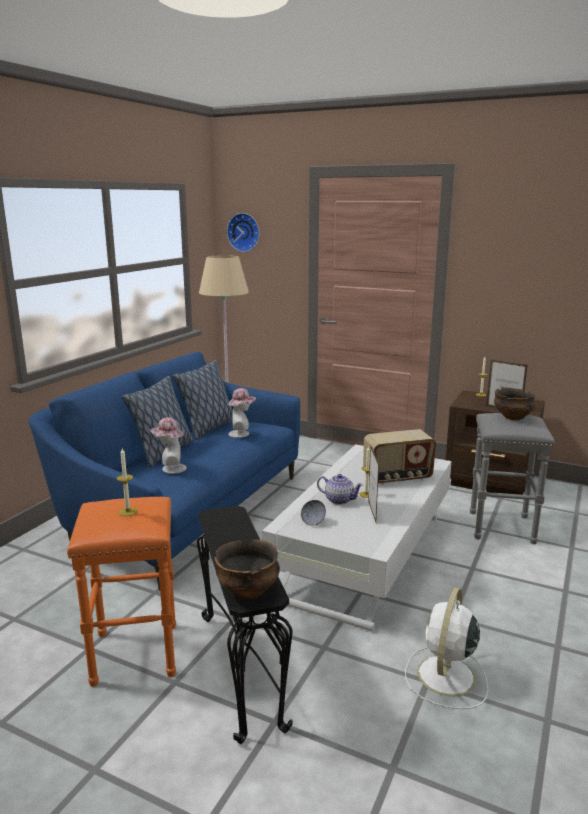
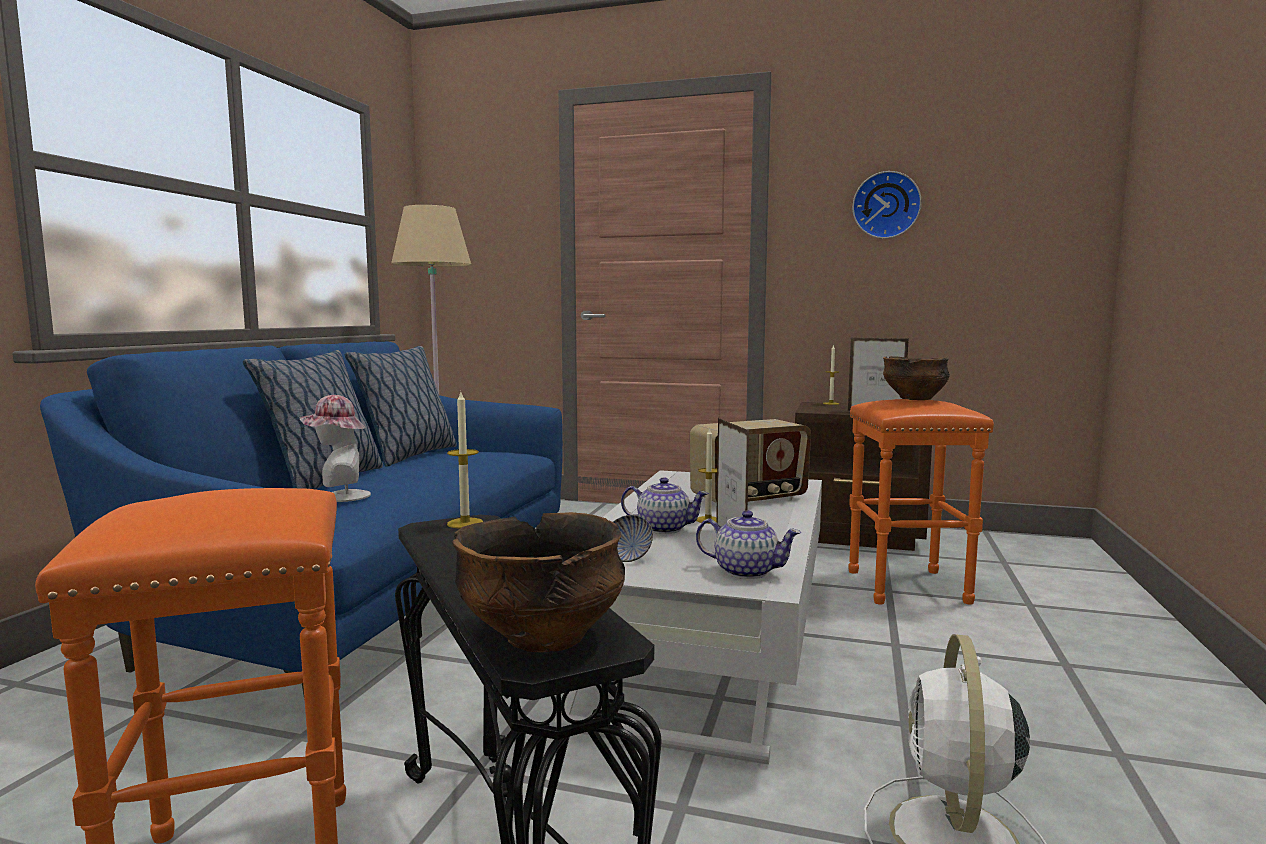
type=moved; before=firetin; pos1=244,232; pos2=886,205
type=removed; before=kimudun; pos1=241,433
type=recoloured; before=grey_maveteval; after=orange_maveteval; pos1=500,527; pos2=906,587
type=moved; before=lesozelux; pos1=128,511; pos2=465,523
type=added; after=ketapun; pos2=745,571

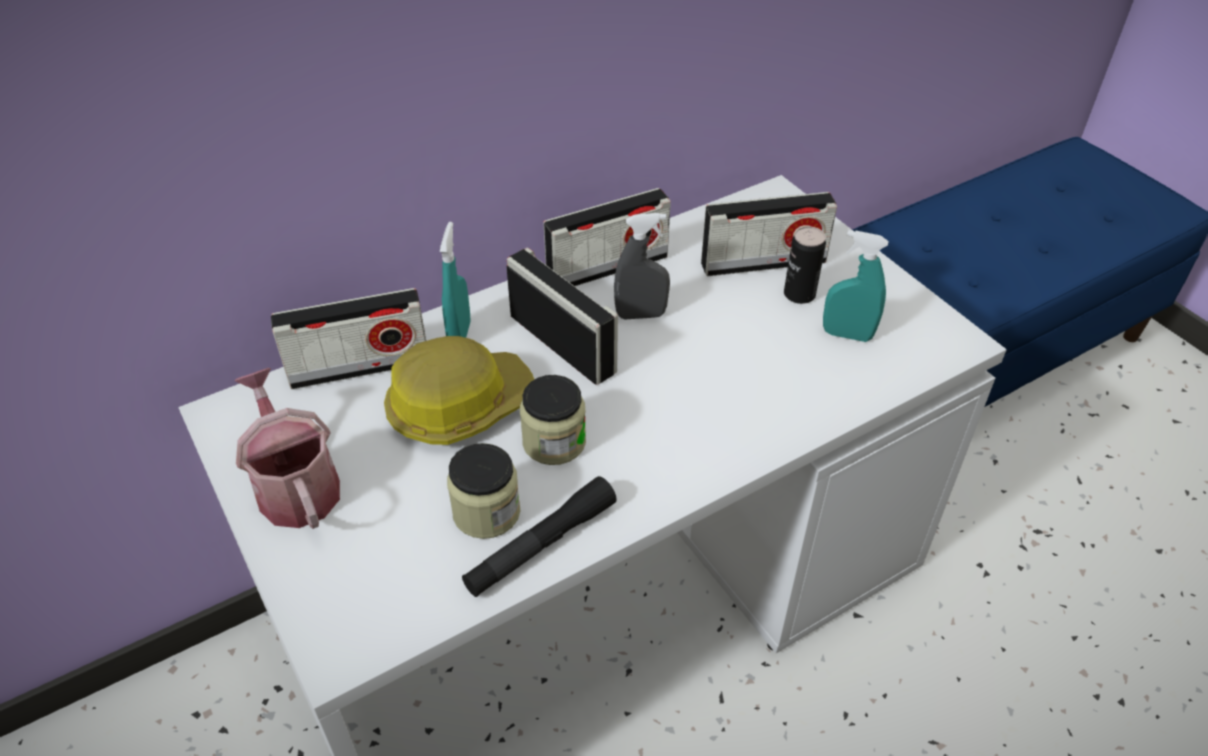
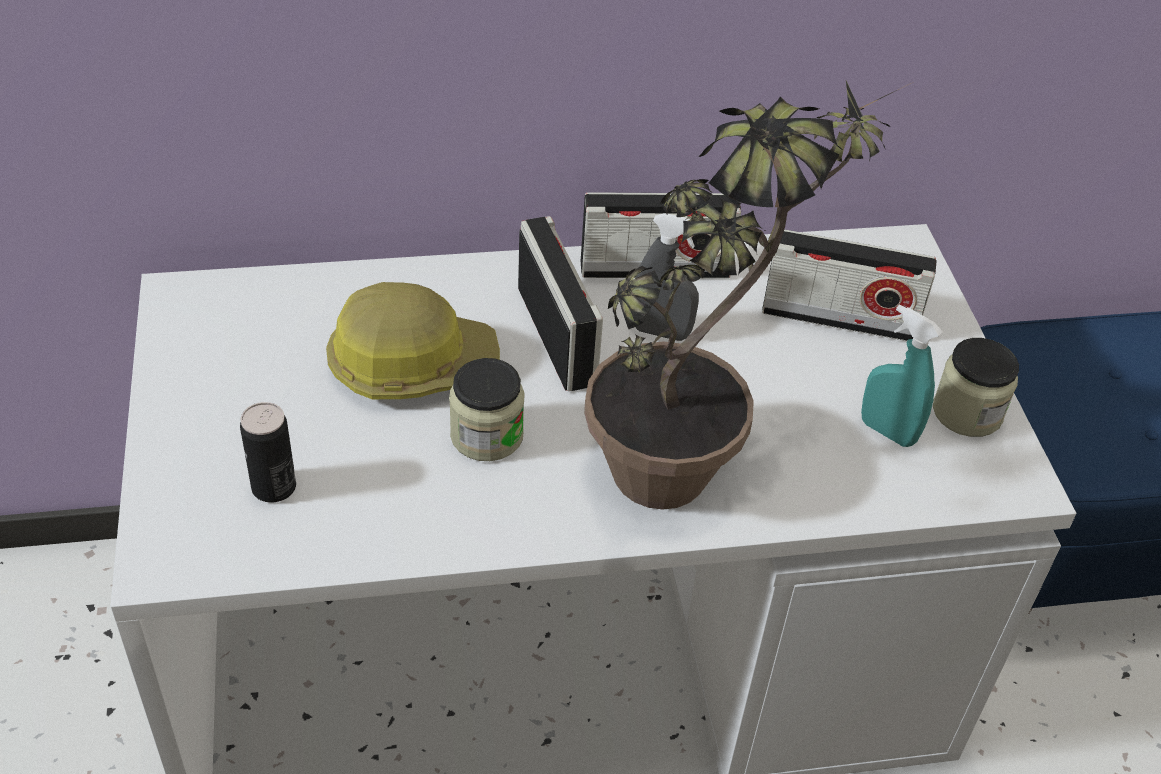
type=removed; before=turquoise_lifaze; pos1=459,335
type=moved; before=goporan; pos1=799,294; pos2=274,487
type=removed; before=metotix; pos1=359,367
type=removed; before=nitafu; pos1=295,485
type=moved; before=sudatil; pos1=486,512; pos2=967,412
type=removed; before=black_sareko; pos1=541,545
type=added; after=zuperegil; pos2=690,459

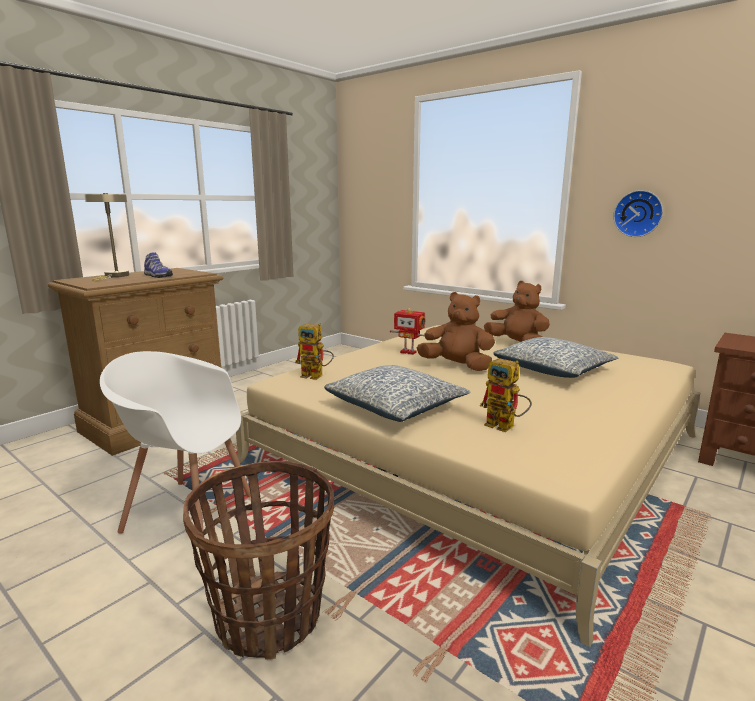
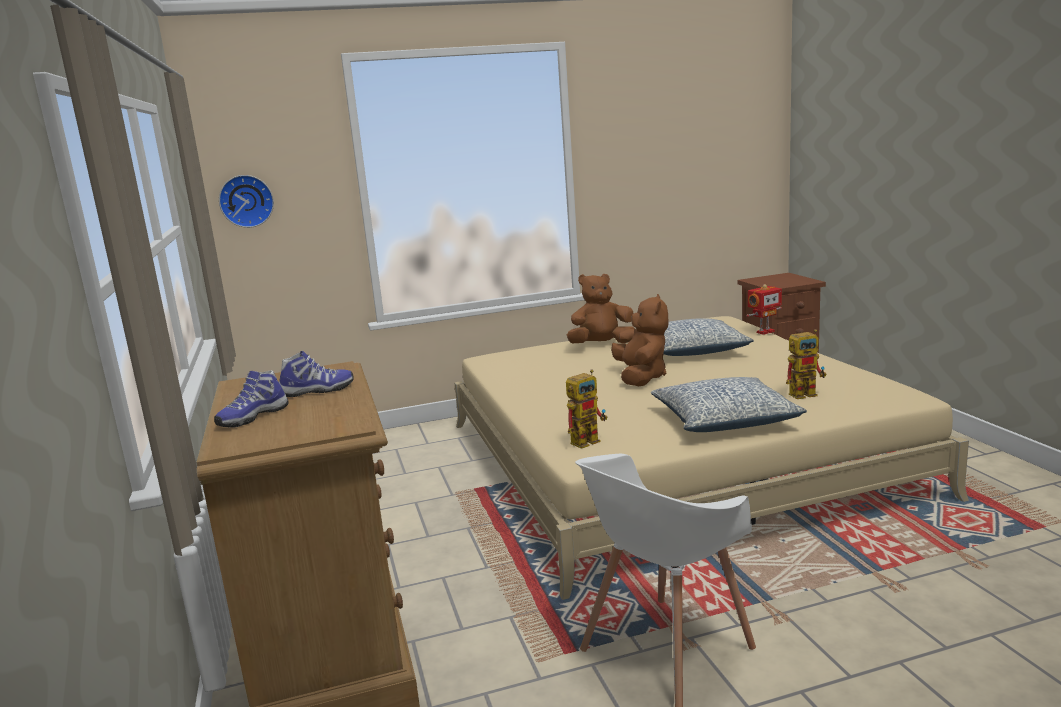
type=moved; before=firetin; pos1=638,213; pos2=246,201
type=replaced; before=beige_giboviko; after=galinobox; pos1=115,276; pos2=252,417
type=turned; before=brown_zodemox; pos1=457,366; pos2=641,377; turn=120
type=moved; before=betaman; pos1=408,352; pos2=764,332
type=removed; before=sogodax; pos1=269,616

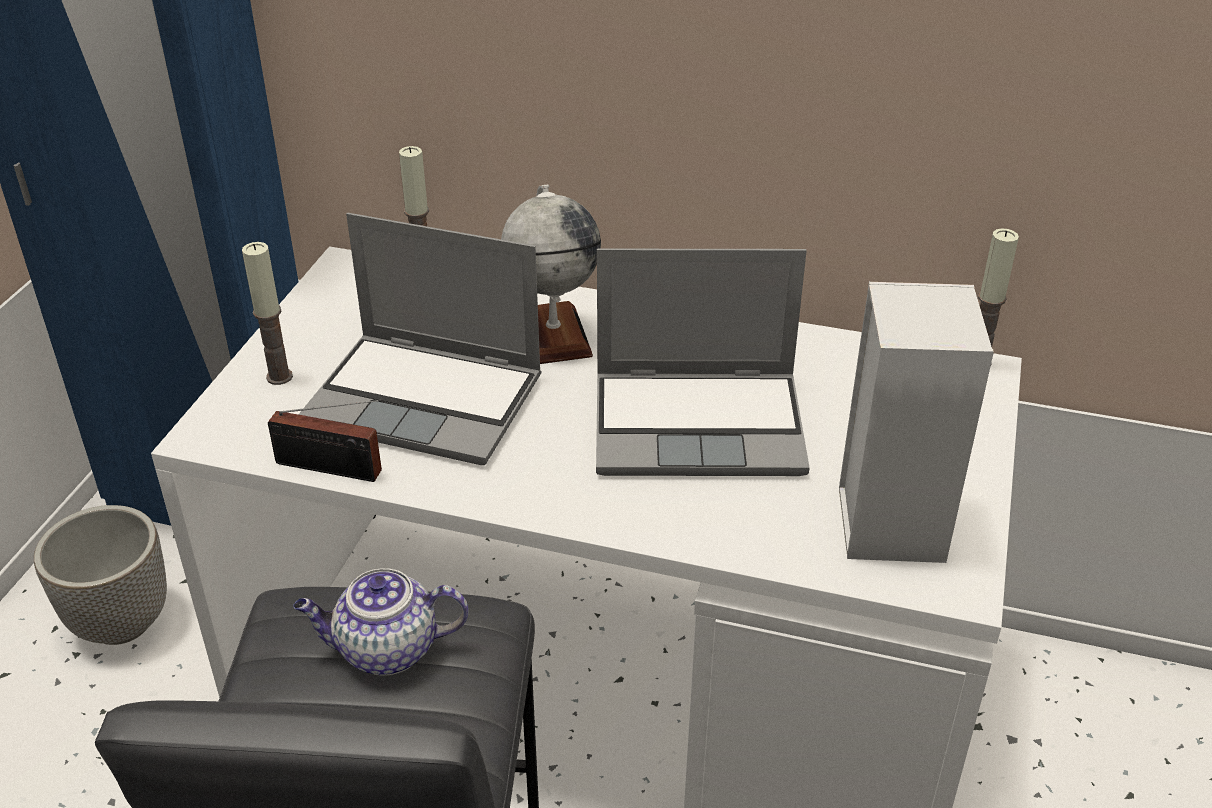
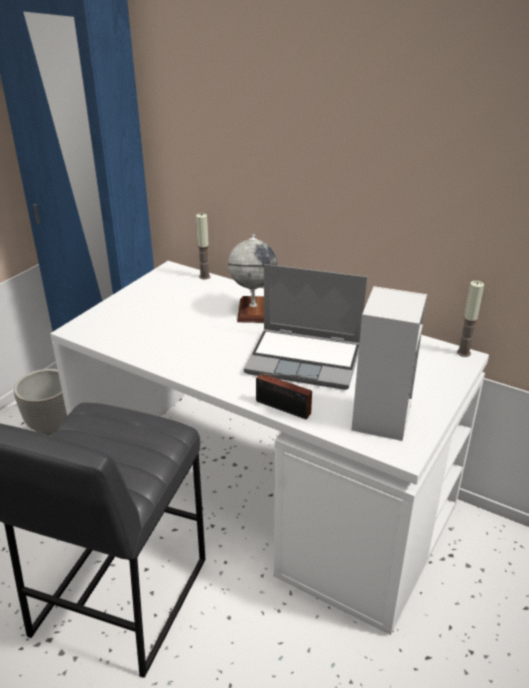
type=removed; before=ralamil; pos1=428,400
type=removed; before=lesozelux; pos1=279,377
type=moved; before=metotix; pos1=334,469; pos2=285,409
type=removed; before=ketapun; pos1=385,650

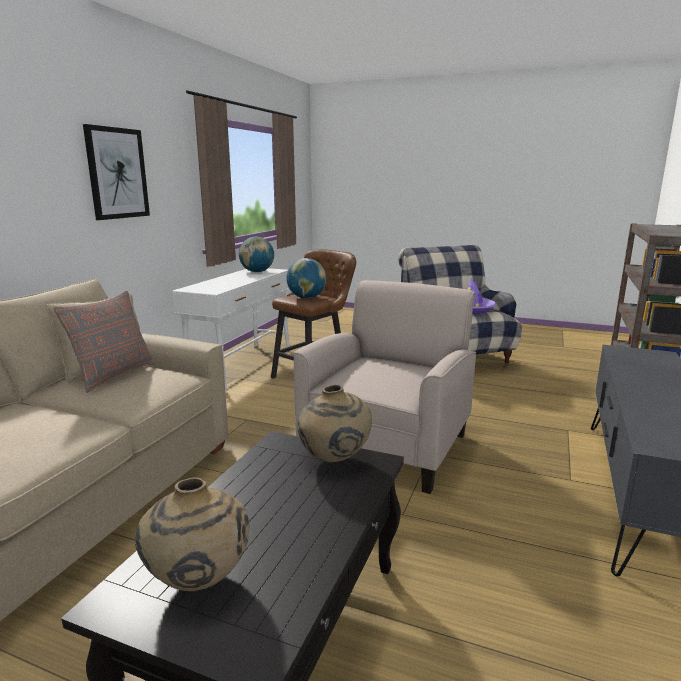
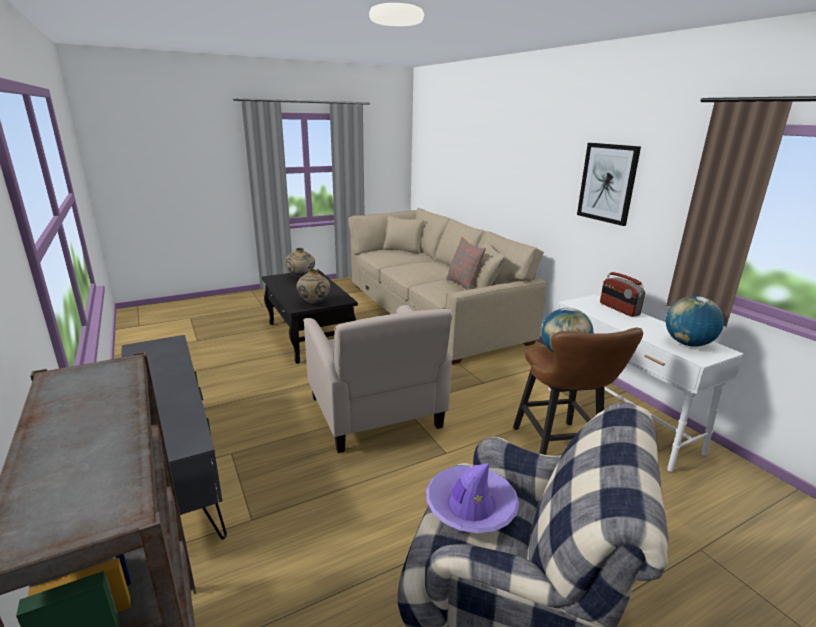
type=added; after=metotix; pos2=618,309

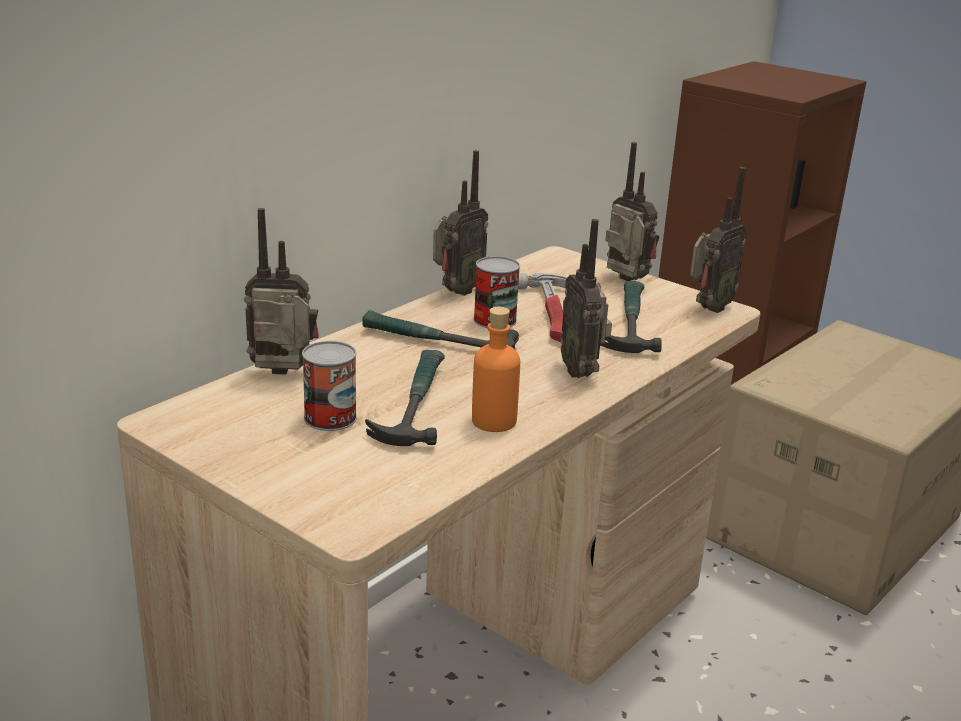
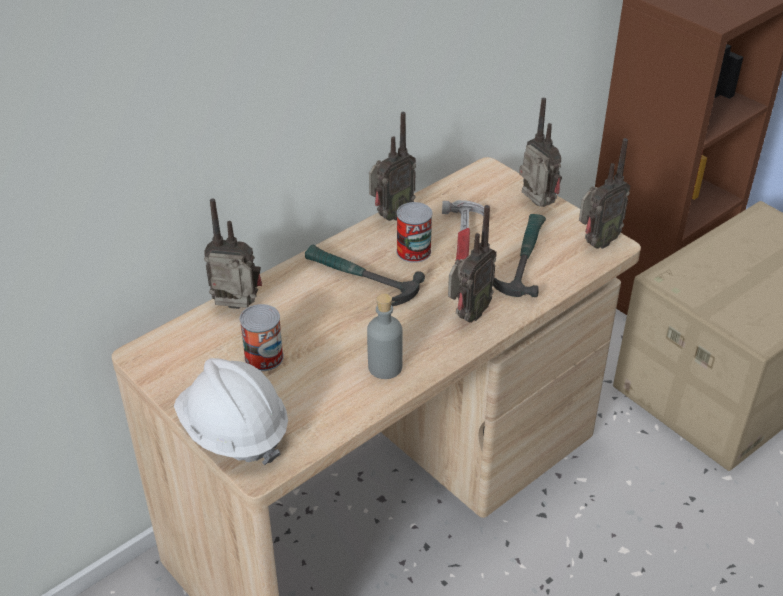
type=turned; before=metotix; pos1=581,371; pos2=467,315; turn=-135
type=recoloured; before=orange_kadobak; after=grey_kadobak; pos1=493,421; pos2=385,367
type=removed; before=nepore; pos1=413,405
type=added; after=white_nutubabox; pos2=234,431

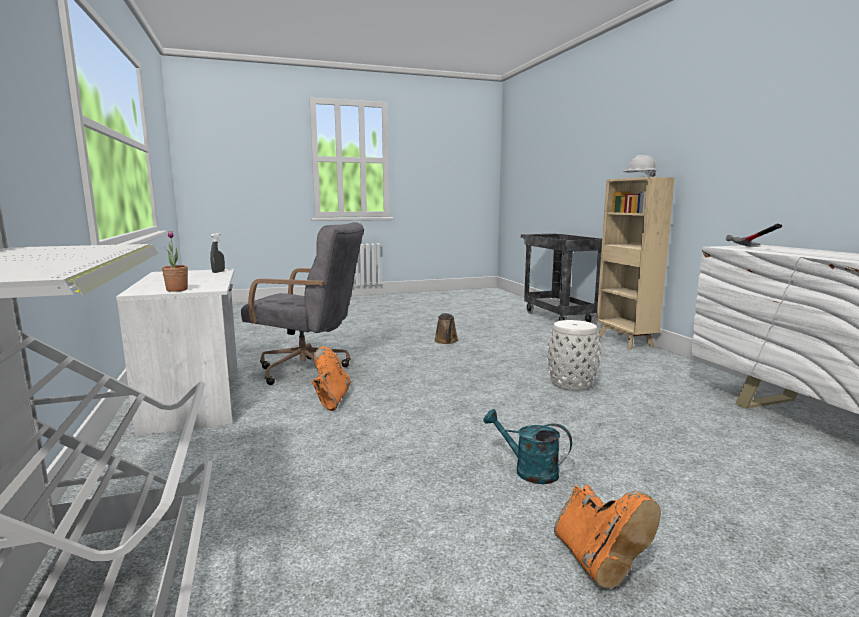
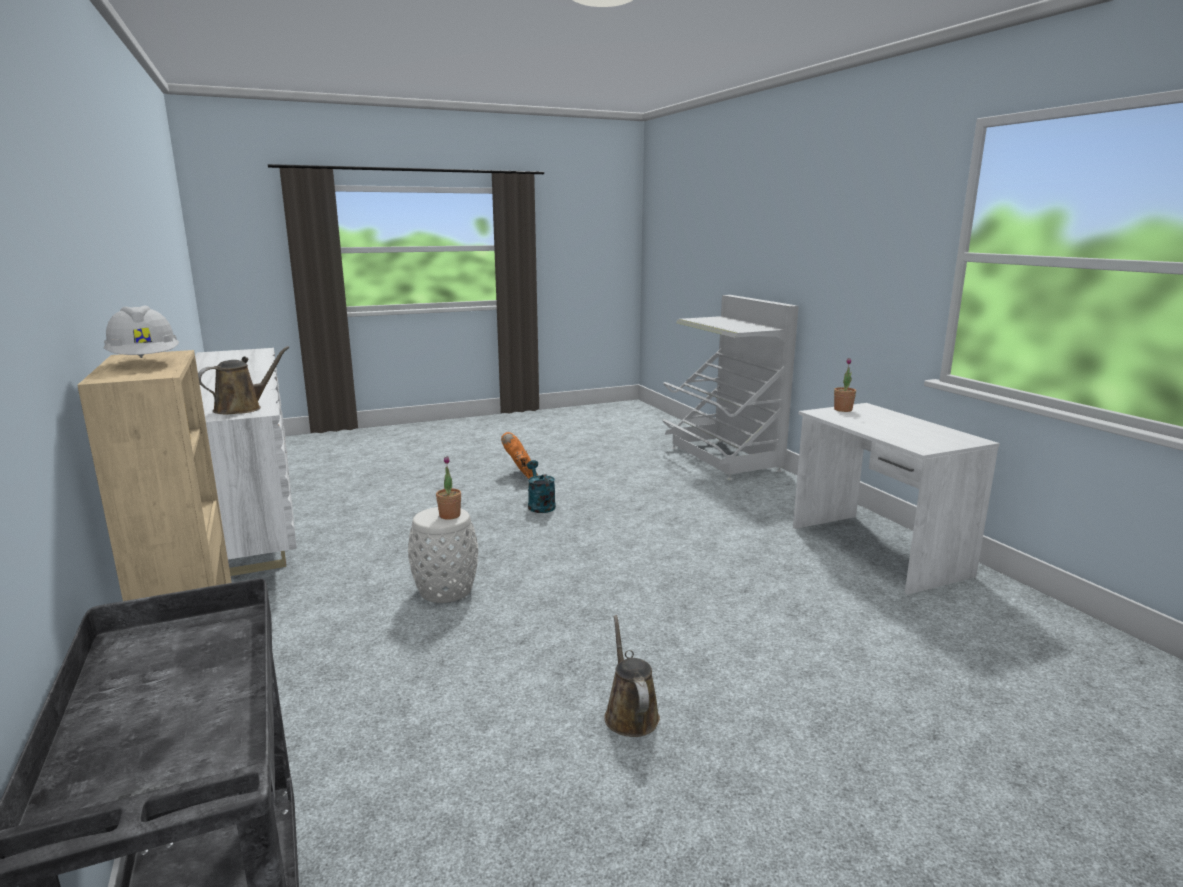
type=removed; before=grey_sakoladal; pos1=308,372
type=replaced; before=nepore; after=brown_nitafu; pos1=751,248; pos2=242,408
type=removed; before=grey_lifaze; pos1=218,272
type=removed; before=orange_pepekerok; pos1=331,400
type=turned; before=turquoise_nitafu; pos1=528,471; pos2=540,505; turn=-135
type=added; after=zuperegil; pos2=450,515

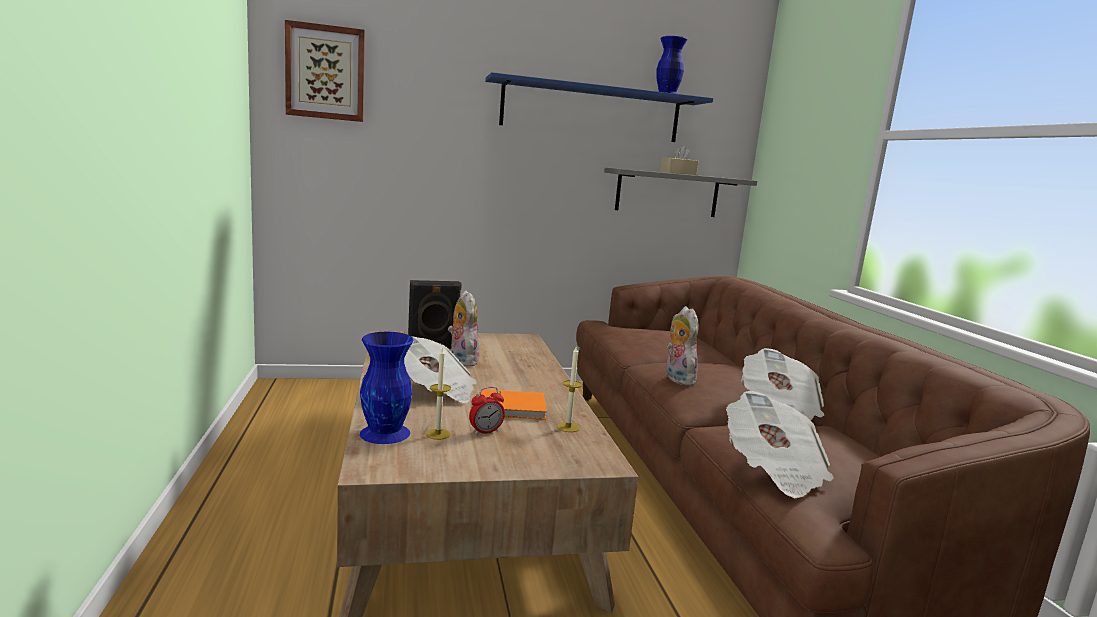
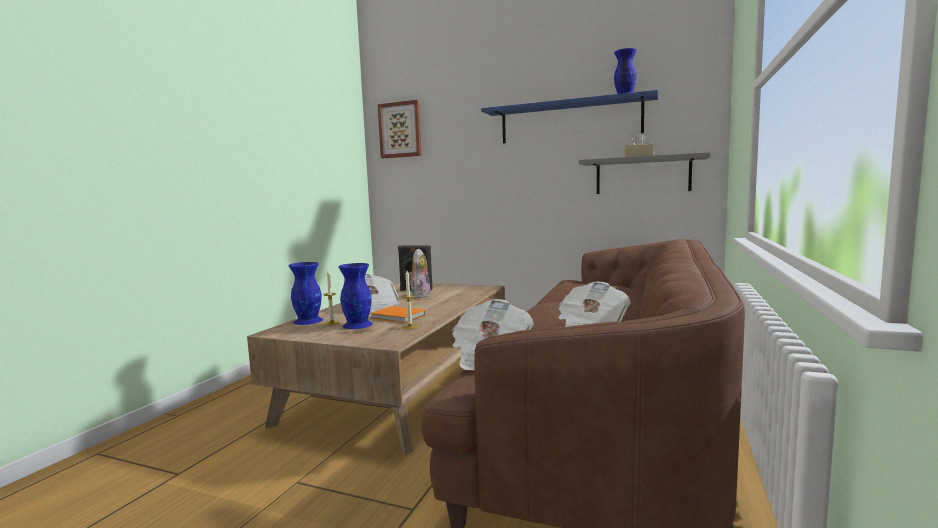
type=removed; before=zodemox; pos1=676,379
type=replaced; before=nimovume; after=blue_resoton; pos1=485,432; pos2=358,324

